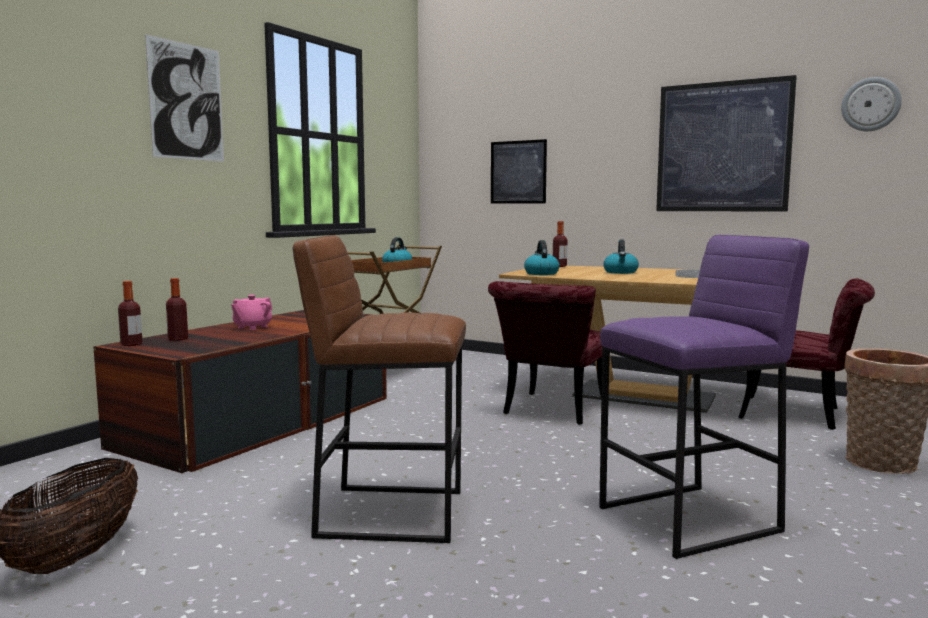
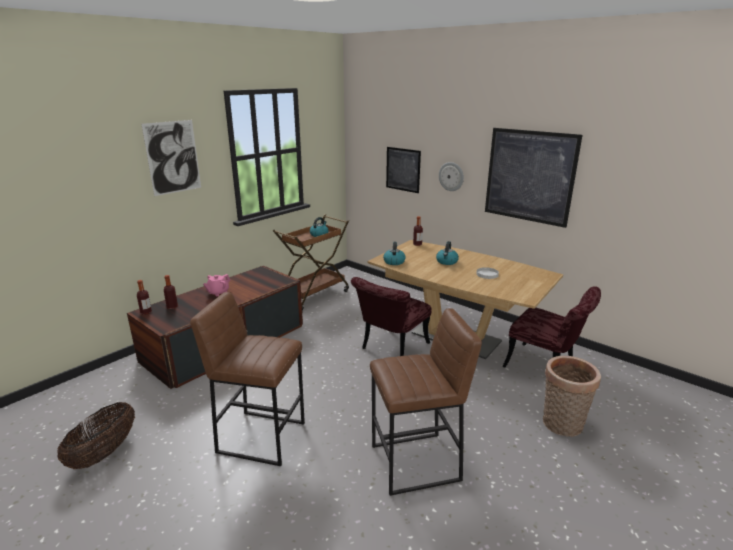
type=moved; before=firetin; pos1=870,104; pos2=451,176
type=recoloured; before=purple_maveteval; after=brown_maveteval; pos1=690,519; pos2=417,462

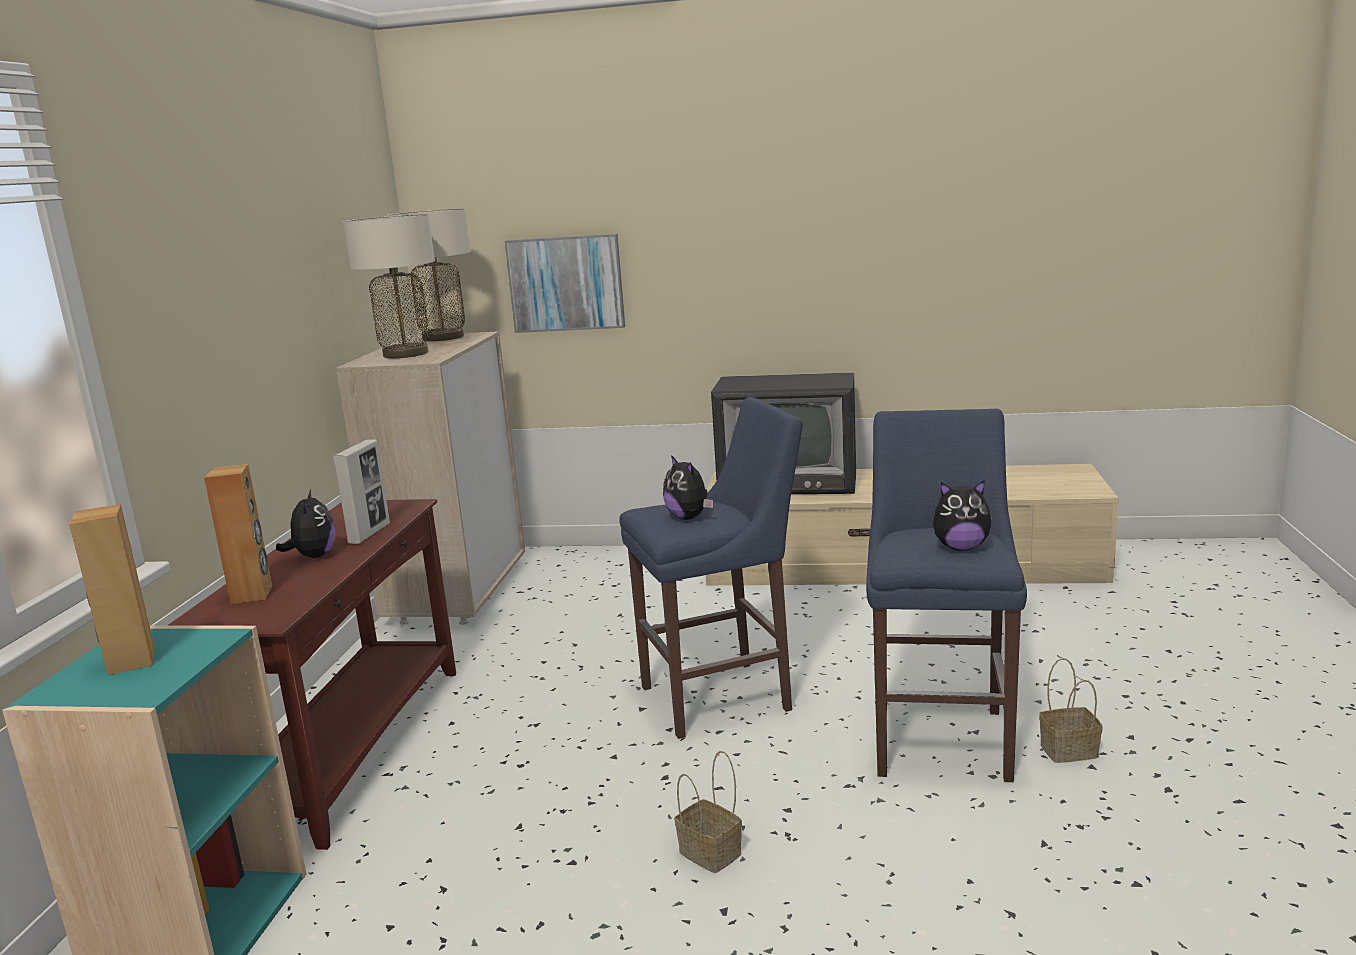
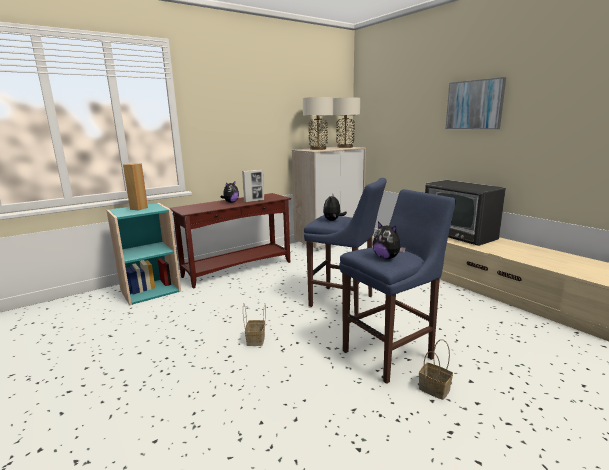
type=moved; before=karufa; pos1=566,283; pos2=474,105
type=removed; before=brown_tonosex; pos1=252,594

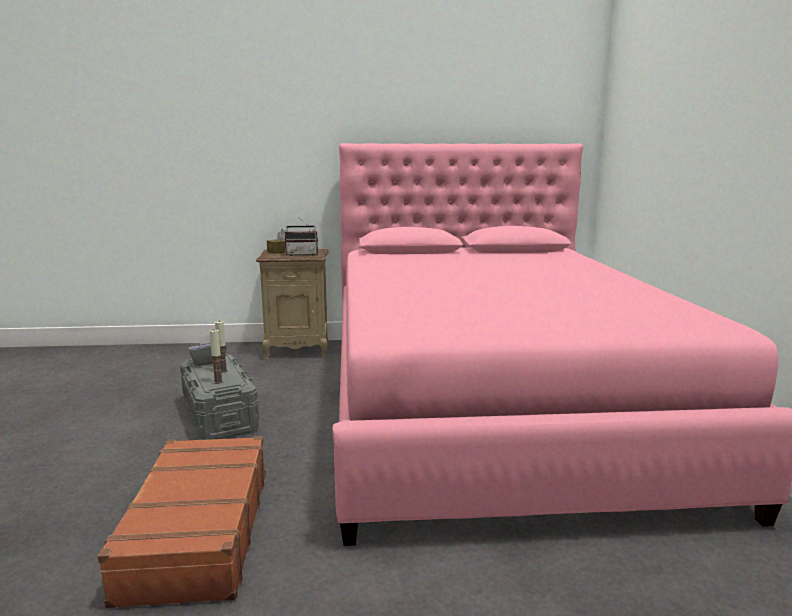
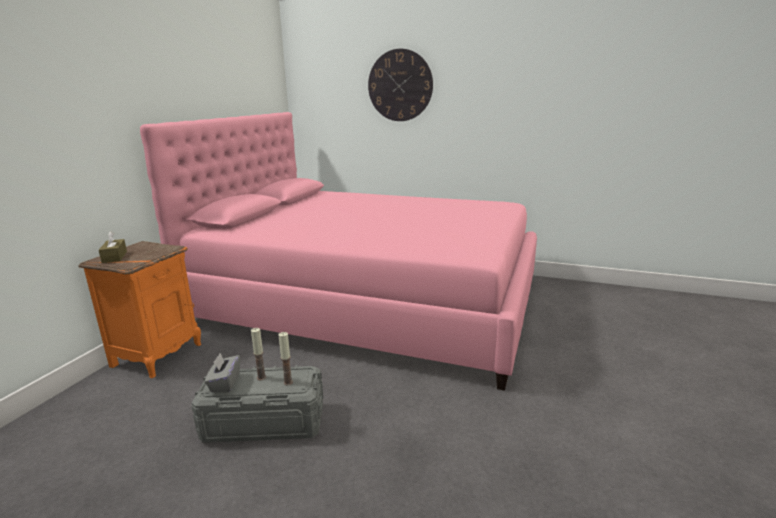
type=removed; before=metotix; pos1=302,254
type=recoloured; before=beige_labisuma; after=orange_labisuma; pos1=298,350; pos2=158,355
type=removed; before=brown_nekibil; pos1=197,532
type=added; after=firetin; pos2=400,85

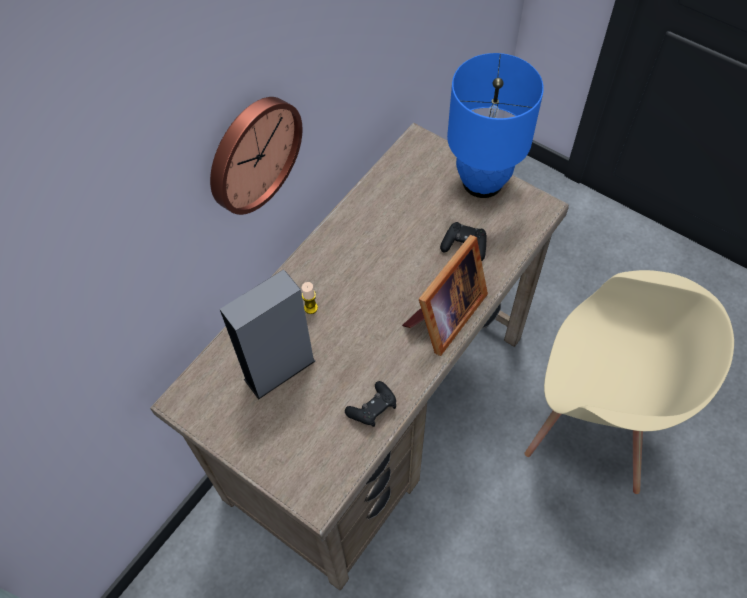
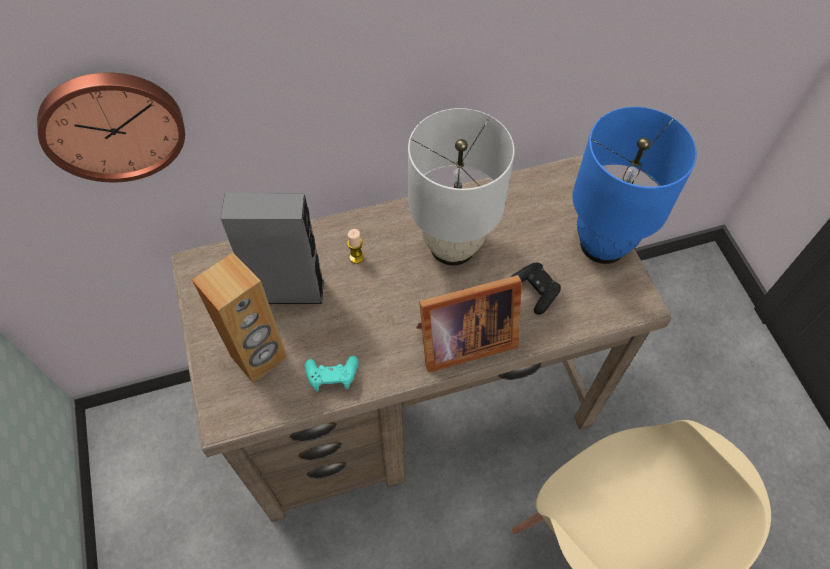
type=moved; before=firetin; pos1=252,153; pos2=112,124
type=recoloured; before=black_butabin; after=turquoise_butabin; pos1=373,409; pos2=332,377
type=added; after=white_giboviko; pos2=452,246
type=added; after=brown_tonosex; pos2=259,357

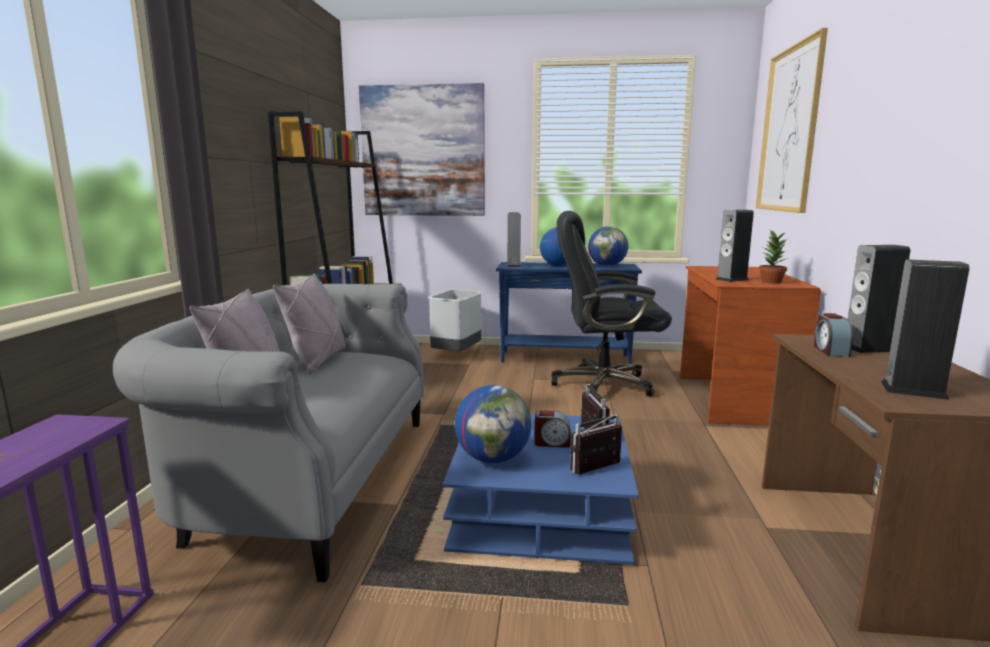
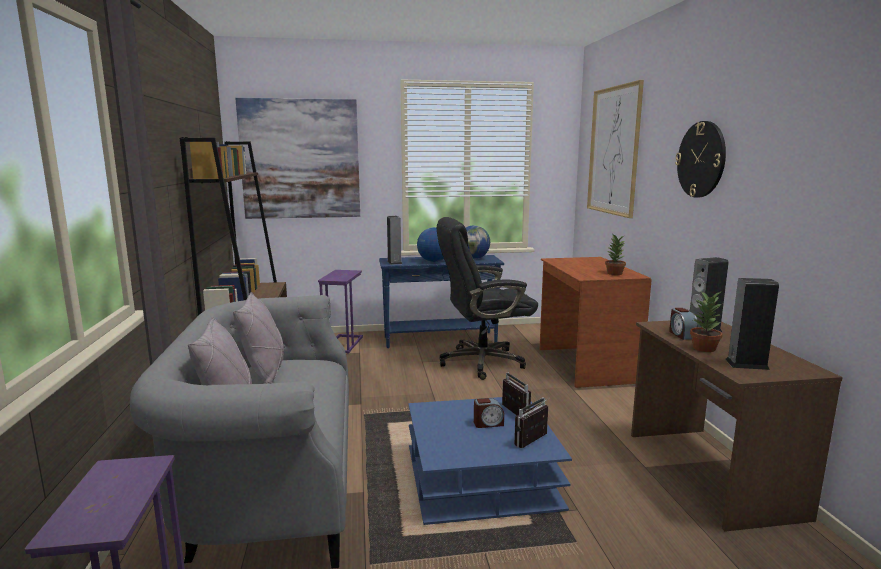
type=removed; before=tonosex; pos1=732,279
type=replaced; before=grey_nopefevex; after=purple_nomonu; pos1=457,355; pos2=343,344
type=removed; before=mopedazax; pos1=493,458
type=added; after=firetin; pos2=701,159
type=added; after=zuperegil; pos2=704,348

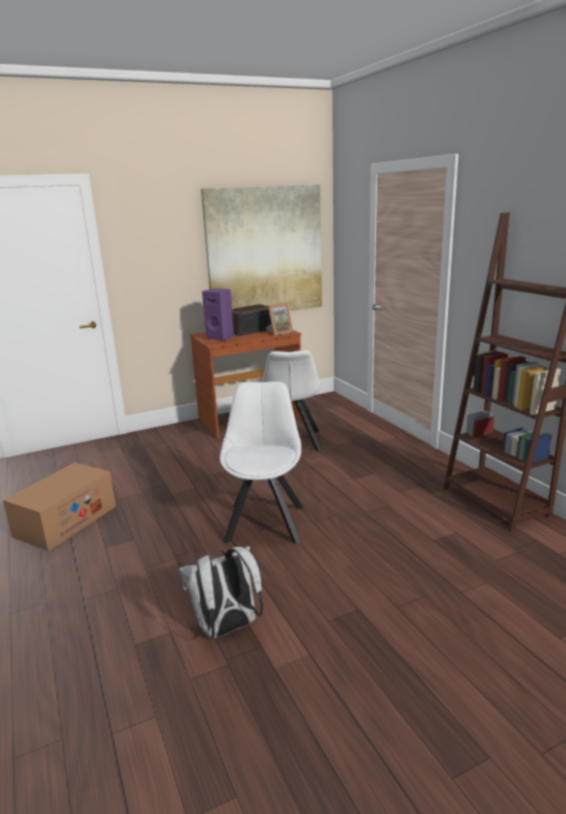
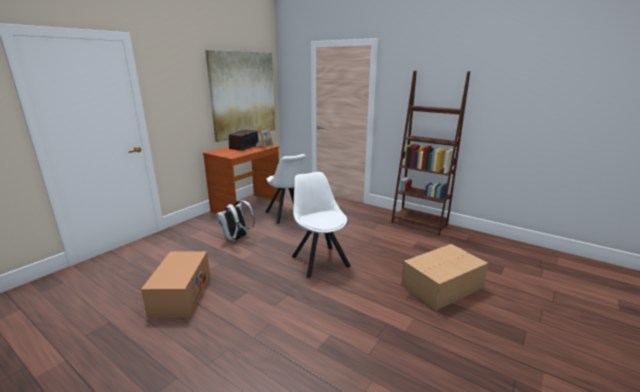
type=removed; before=purple_tonosex; pos1=221,338
type=moved; before=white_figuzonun; pos1=227,628; pos2=236,238
type=added; after=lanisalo; pos2=443,286

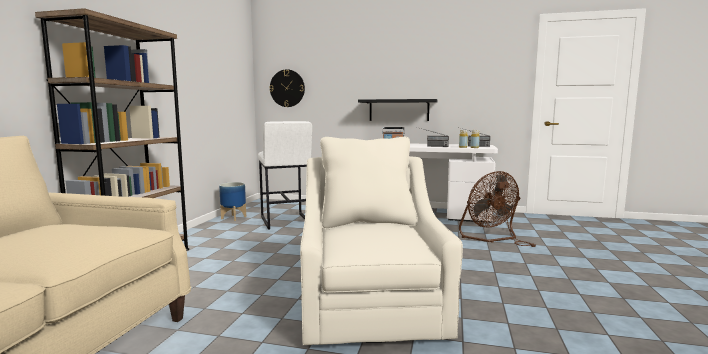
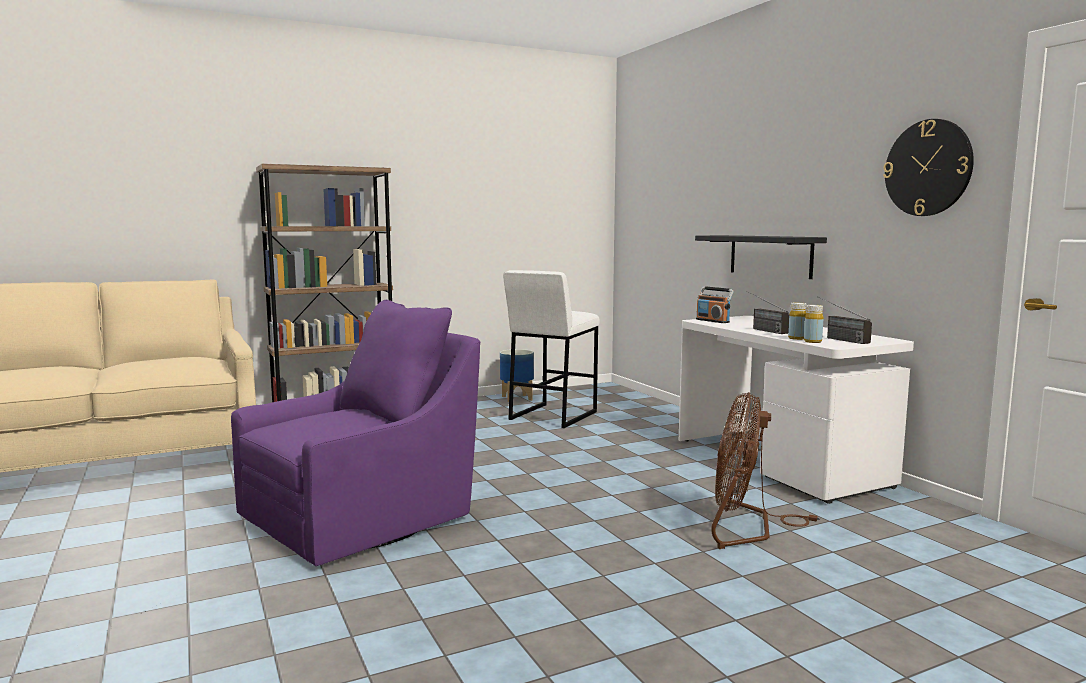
type=moved; before=firetin; pos1=287,88; pos2=928,168
type=recoloured; before=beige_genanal; after=purple_genanal; pos1=371,305; pos2=362,516
type=turned; before=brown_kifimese; pos1=497,238; pos2=747,524; turn=-105

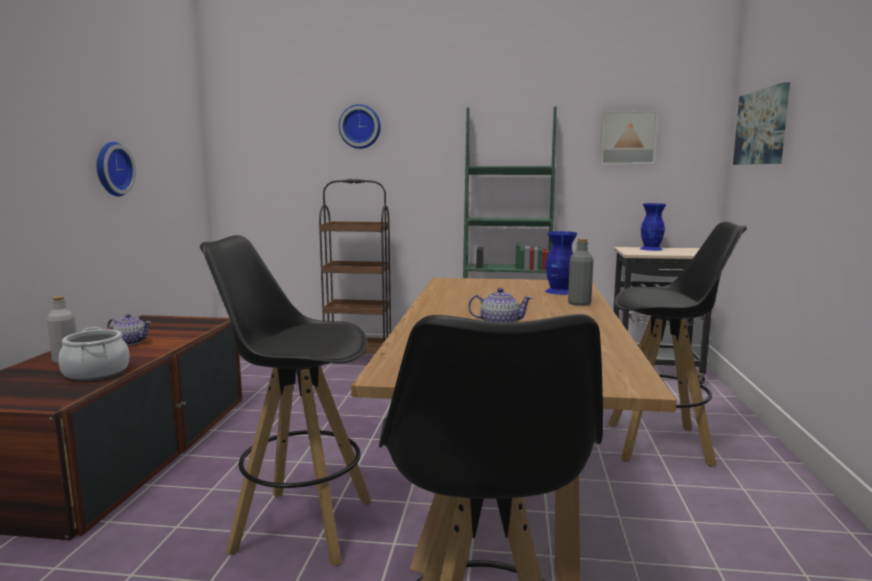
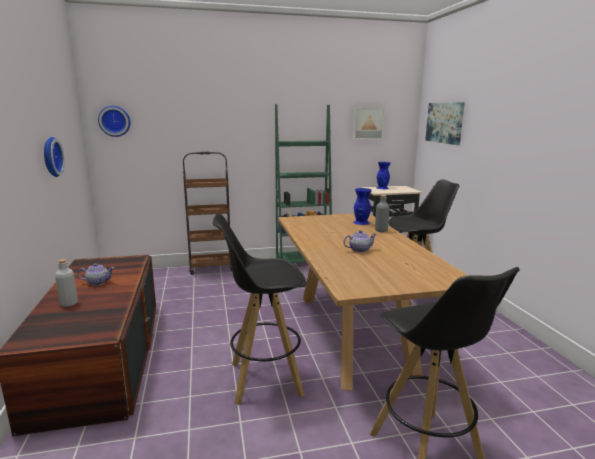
type=moved; before=firetin; pos1=360,126; pos2=115,121
type=removed; before=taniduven; pos1=96,373

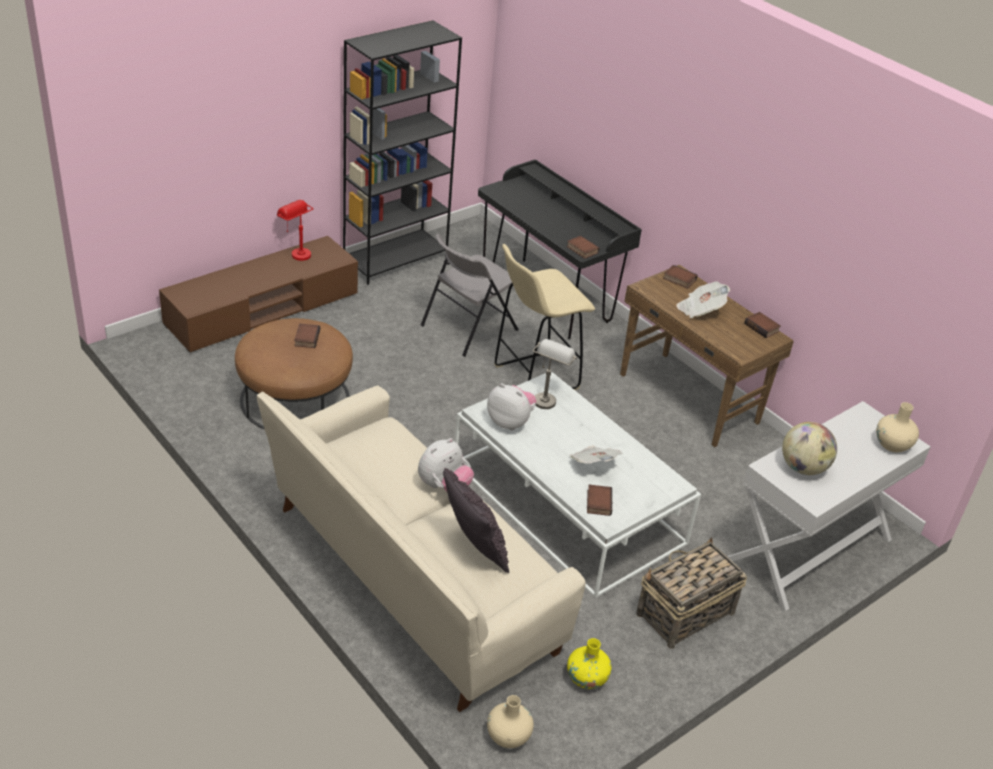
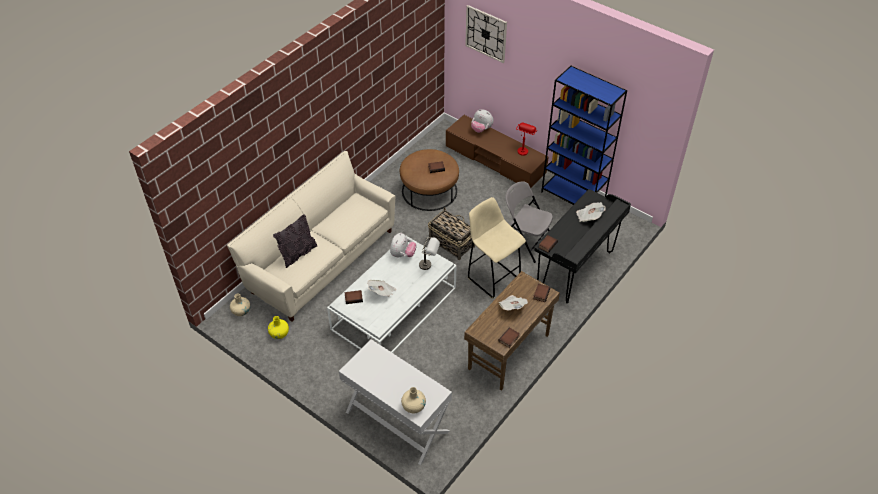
type=recoloured; before=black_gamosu; after=blue_gamosu; pos1=395,259; pos2=573,197
type=removed; before=mopedazax; pos1=803,468
type=moved; before=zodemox; pos1=444,486; pos2=481,129
type=moved; before=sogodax; pos1=684,613; pos2=451,243
type=added; after=firetin; pos2=486,33
type=added; after=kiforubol; pos2=589,217

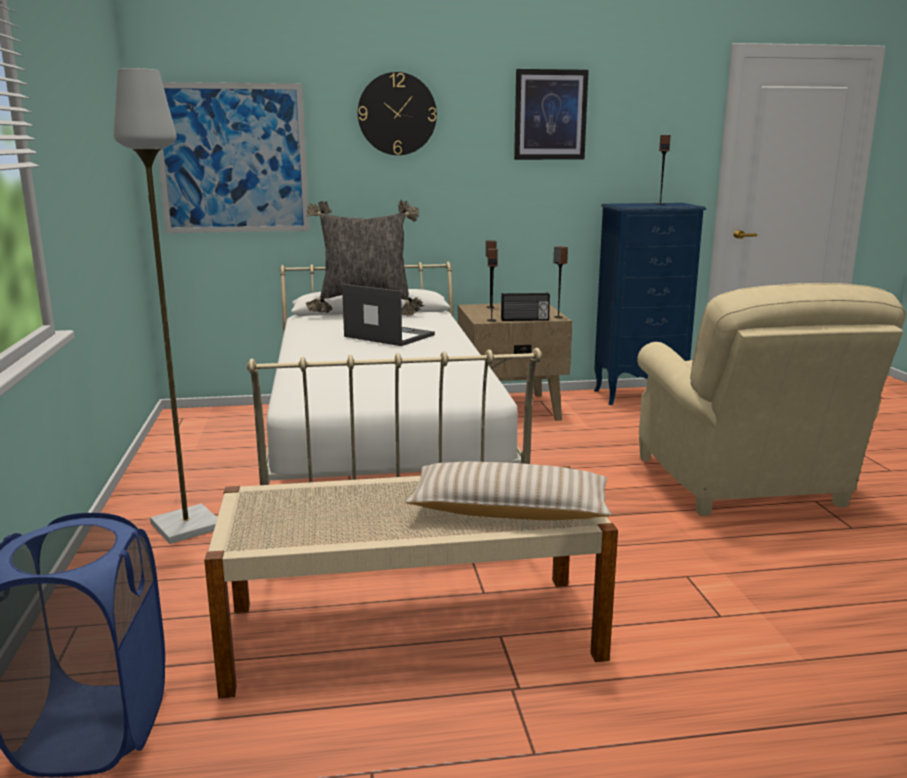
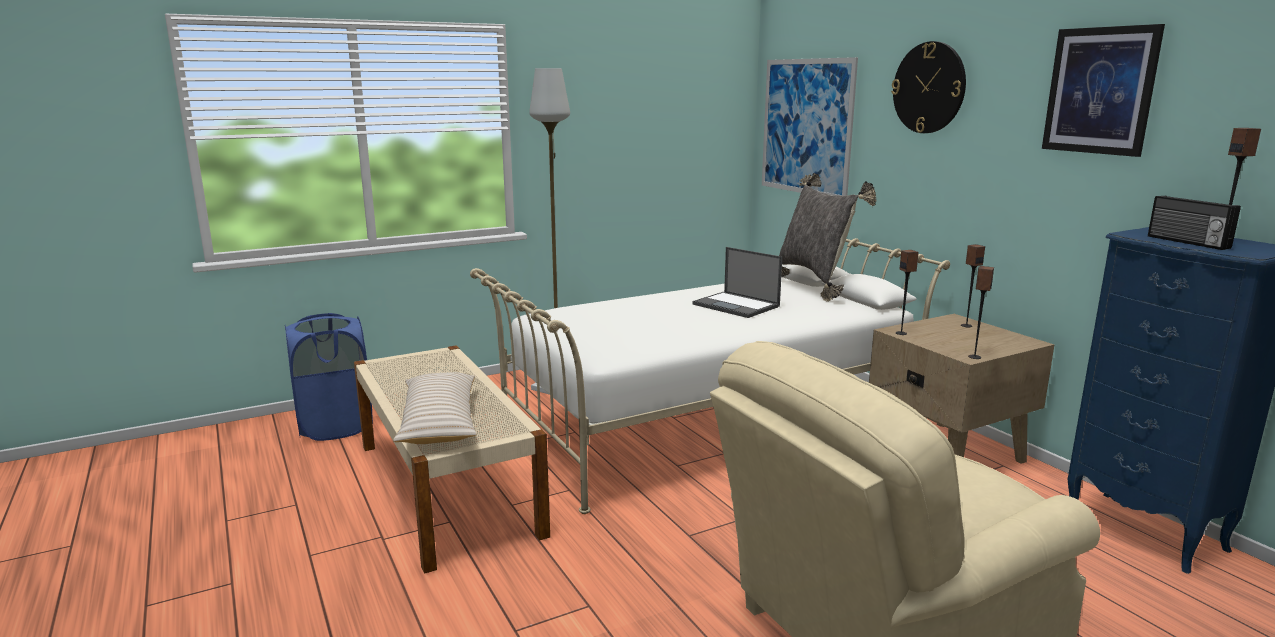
type=turned; before=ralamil; pos1=388,336; pos2=737,305; turn=120
type=moved; before=metotix; pos1=524,319; pos2=1186,242

